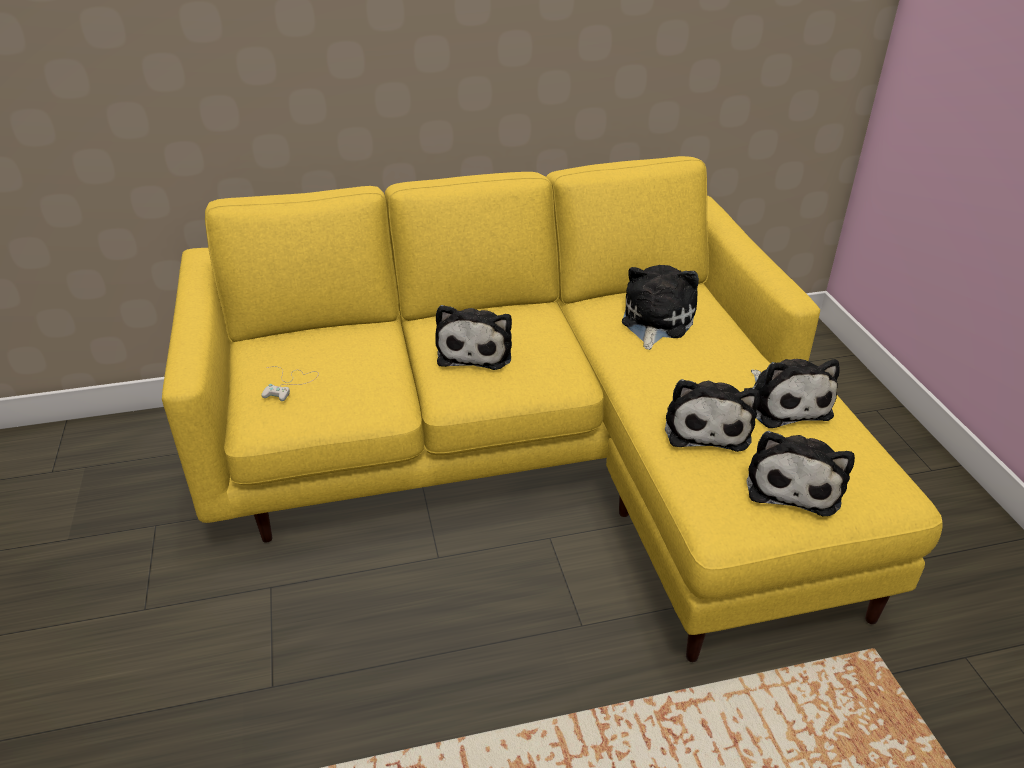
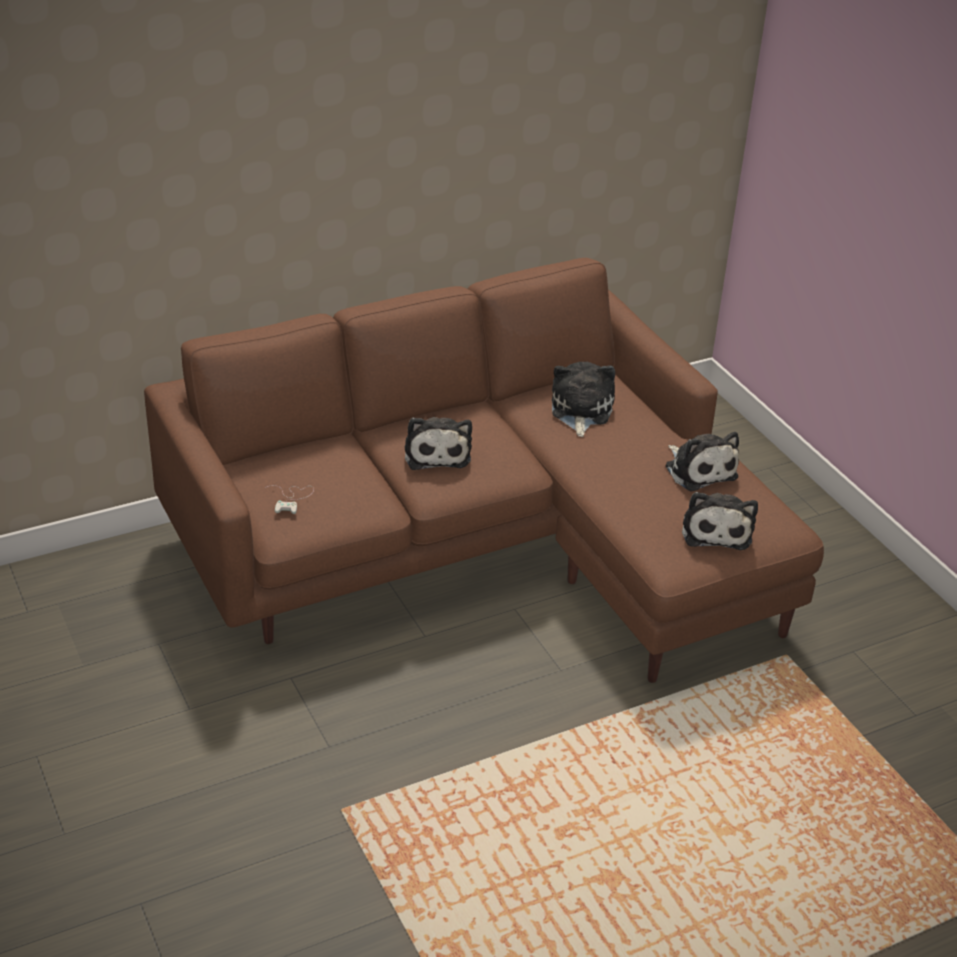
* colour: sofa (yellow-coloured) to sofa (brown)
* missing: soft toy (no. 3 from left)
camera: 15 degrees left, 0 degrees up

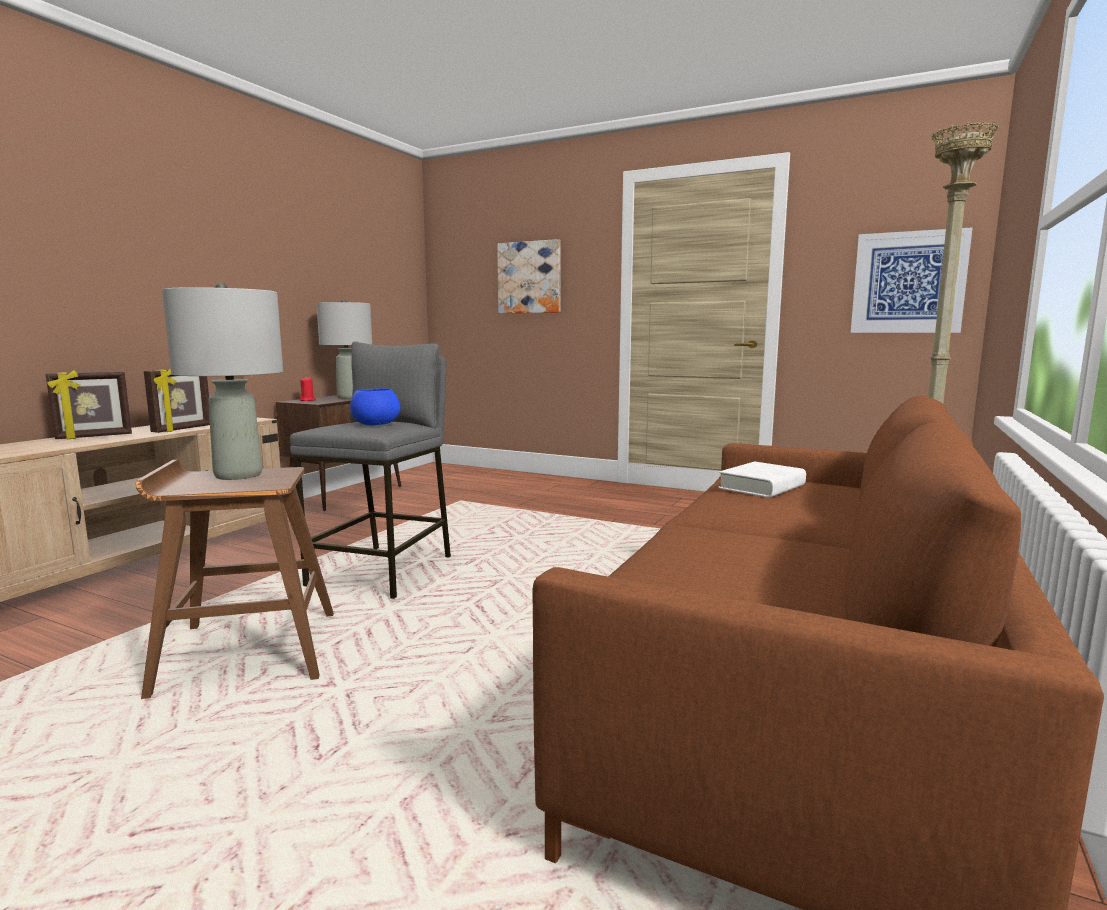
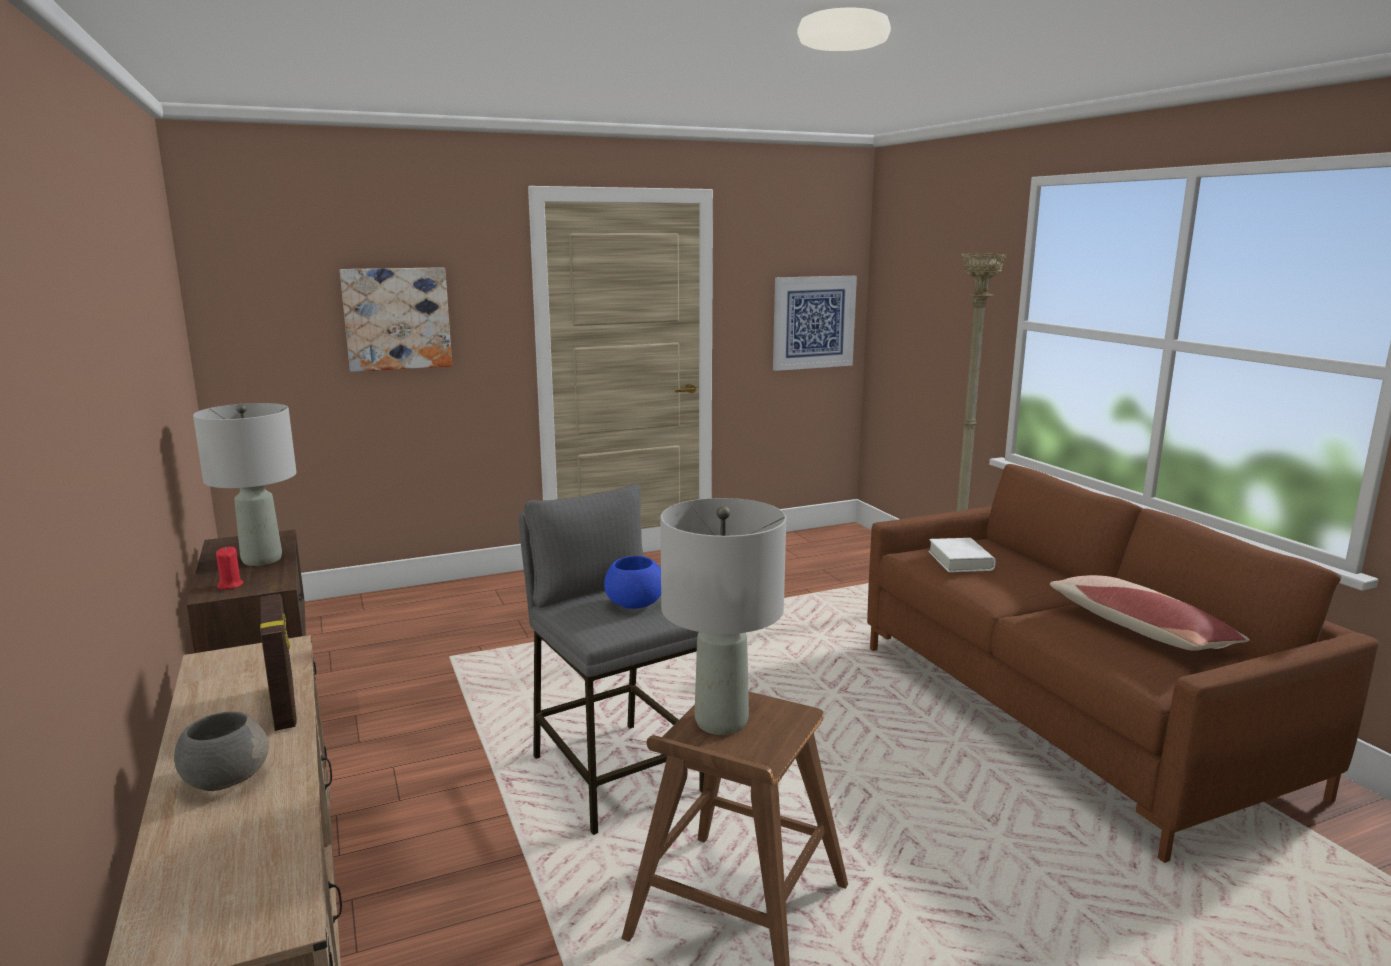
* exchanged: standing frame (no. 1 from left) to bowl (gray)
* appeared: cushion
camera: 50 degrees left, 5 degrees up

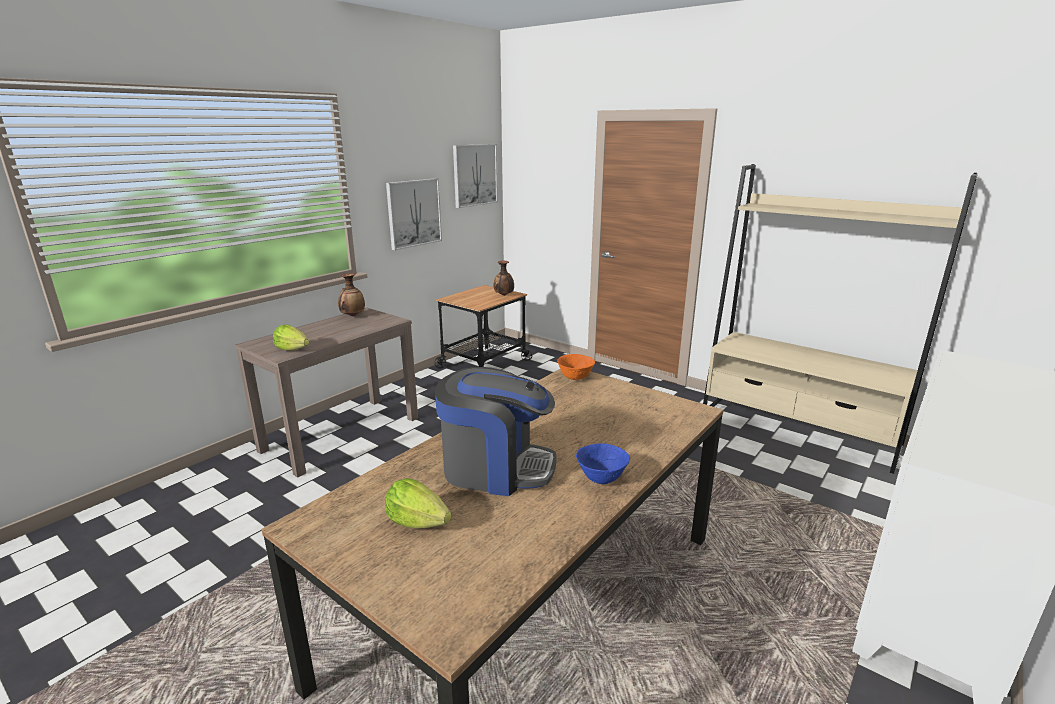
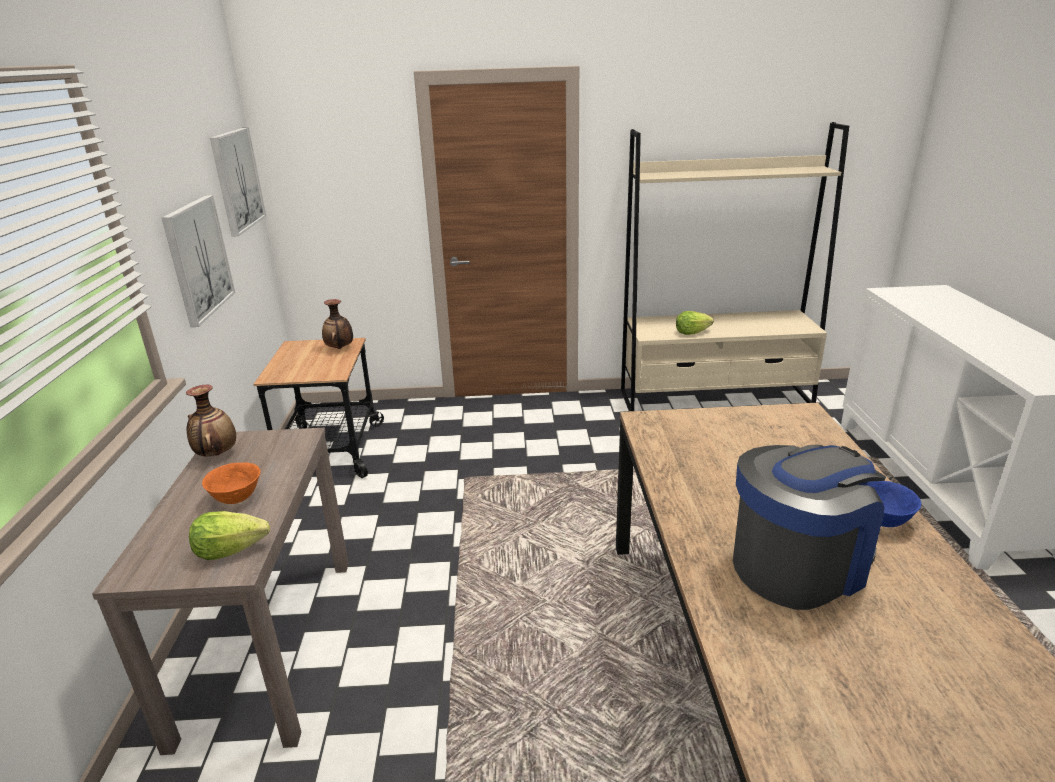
* relocated: bowl (orange-coloured)
* relocated: lettuce (no. 2 from left)
camera: 40 degrees left, 5 degrees up

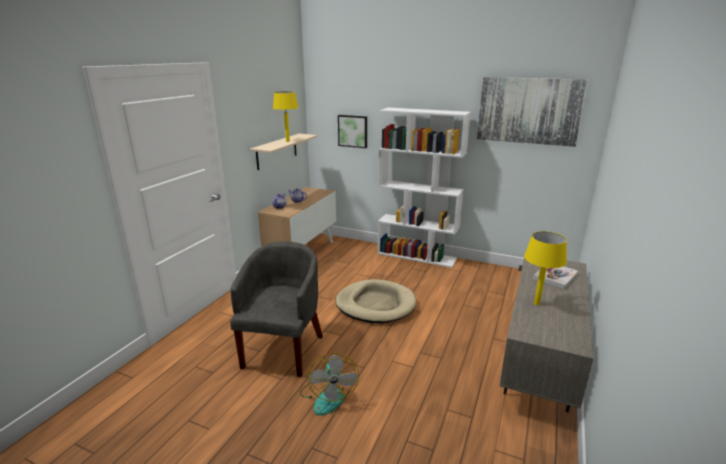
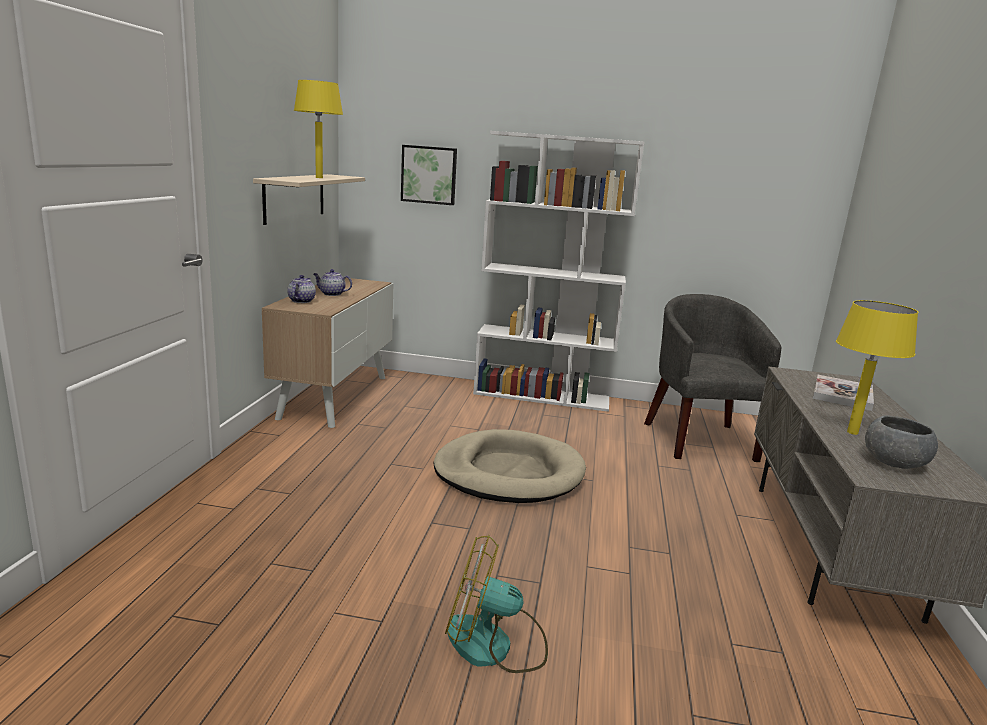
* missing: wall picture (no. 2 from left)
* relocated: lounge chair (gray)
* spun: fan 120 degrees clockwise
* appeared: bowl (gray)
camera: 15 degrees left, 5 degrees down

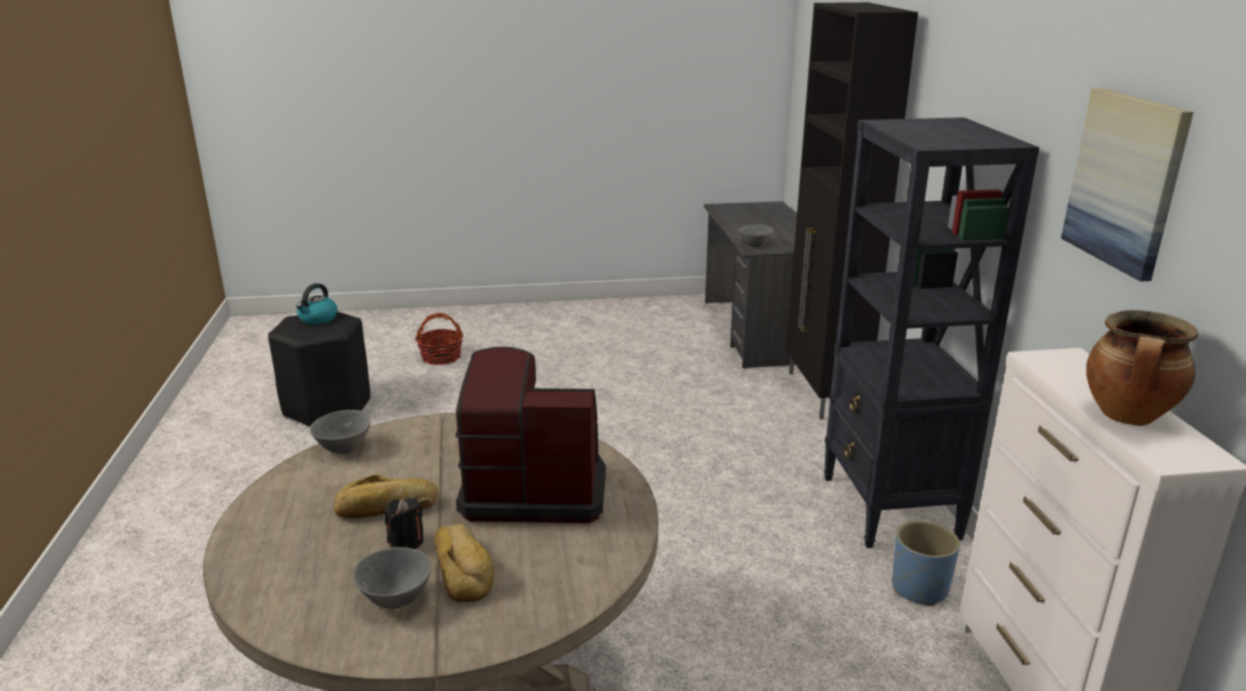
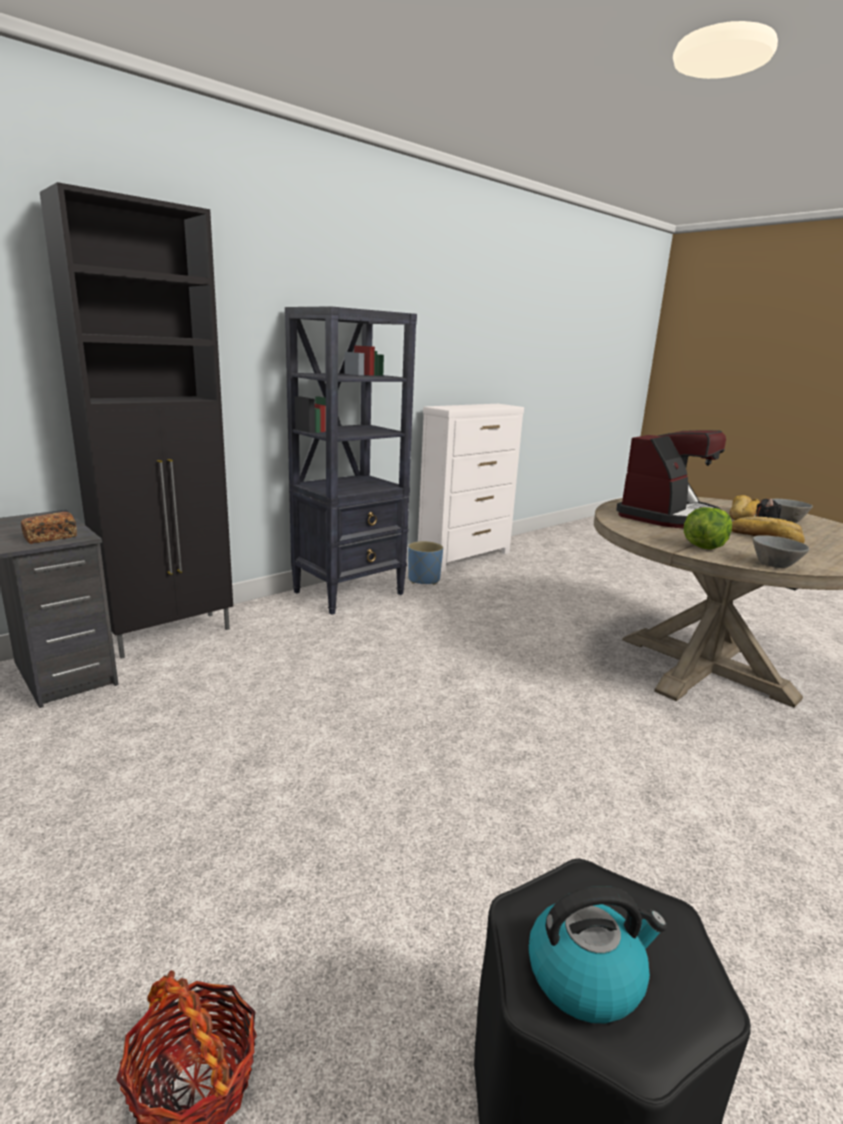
* missing: wall picture
* exchanged: bowl (gray) (no. 3 from left) to bakery bread (no. 1 from left)
* missing: cooking pot
* spun: coffee maker 105 degrees counterclockwise
* appeared: lettuce
camera: 125 degrees left, 5 degrees down

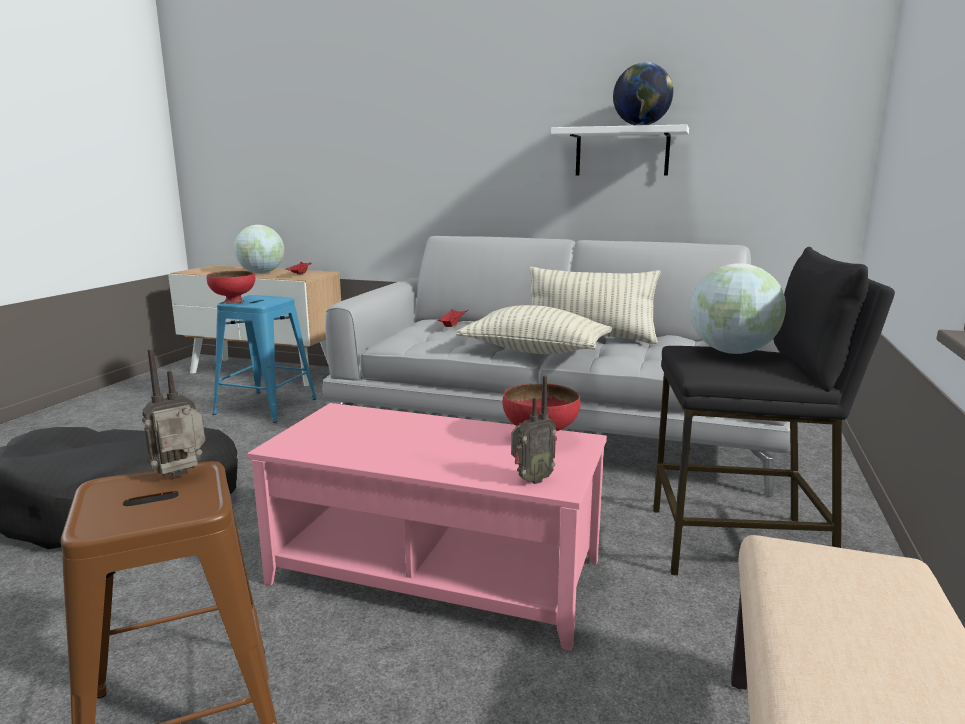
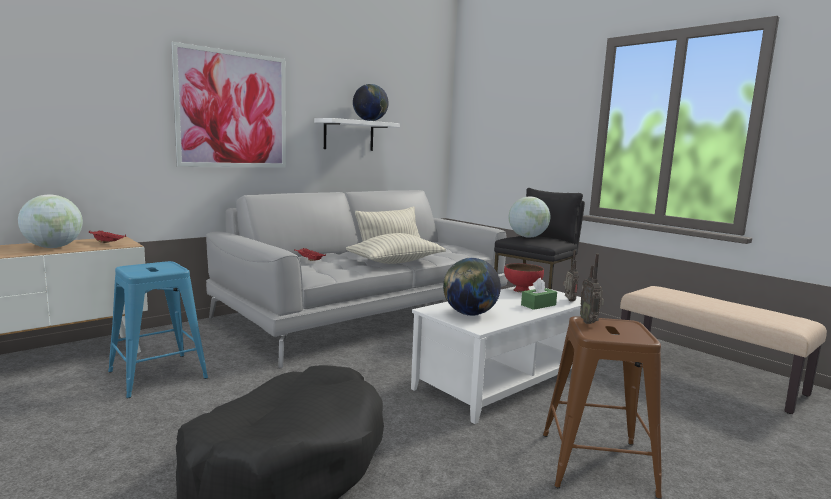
* missing: bowl (red) (no. 1 from left)
* colour: lounge table (pink) to lounge table (white-coloured)
* appeared: wall picture
* appeared: desk globe (no. 3 from left)
* appeared: tissue box (green-coloured)
camera: 60 degrees left, 5 degrees down

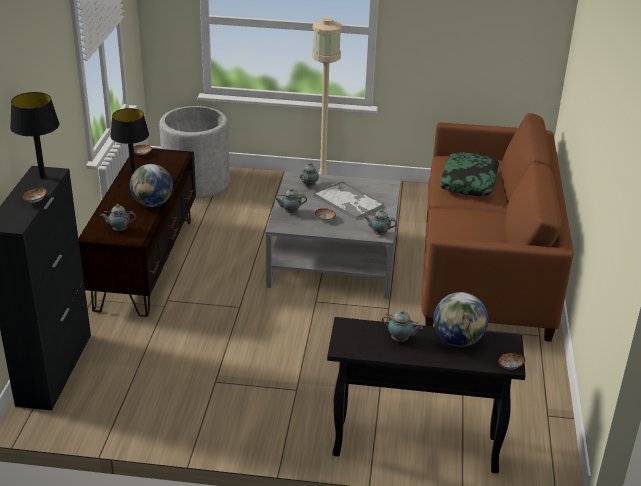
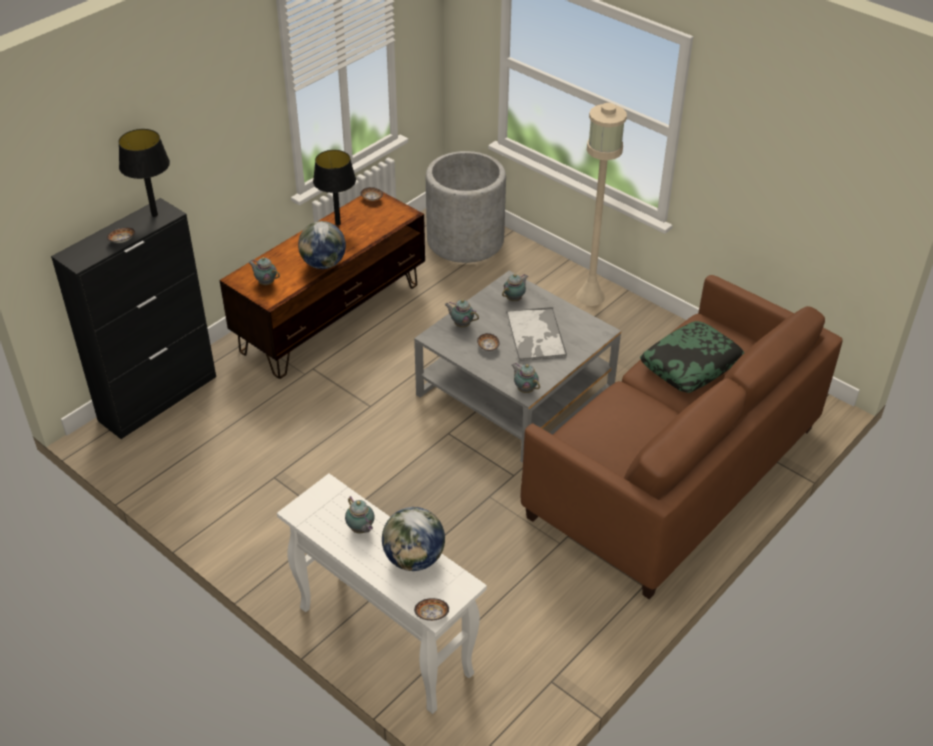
* colour: narrow table (blackish) to narrow table (white-coloured)
camera: 35 degrees right, 10 degrees up

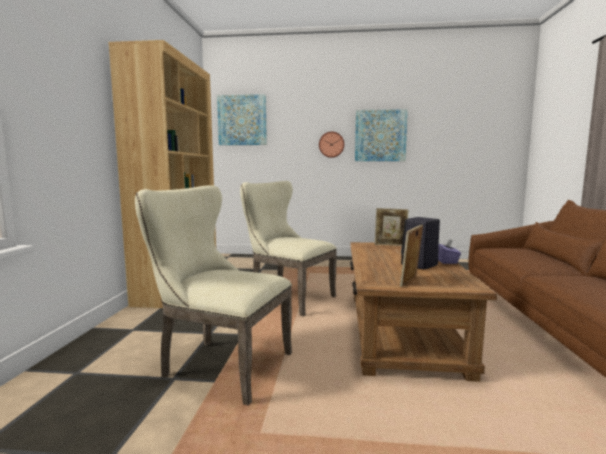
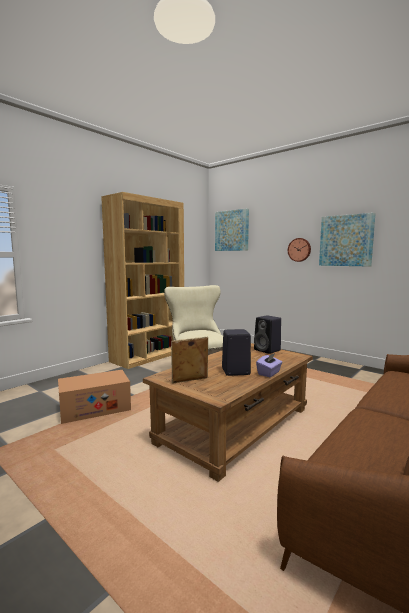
* exchanged: upright chair (beige) (no. 1 from left) to cardboard box
* exchanged: standing frame (no. 1 from left) to audio speaker (blackish) (no. 2 from left)
camera: 35 degrees right, 0 degrees up

